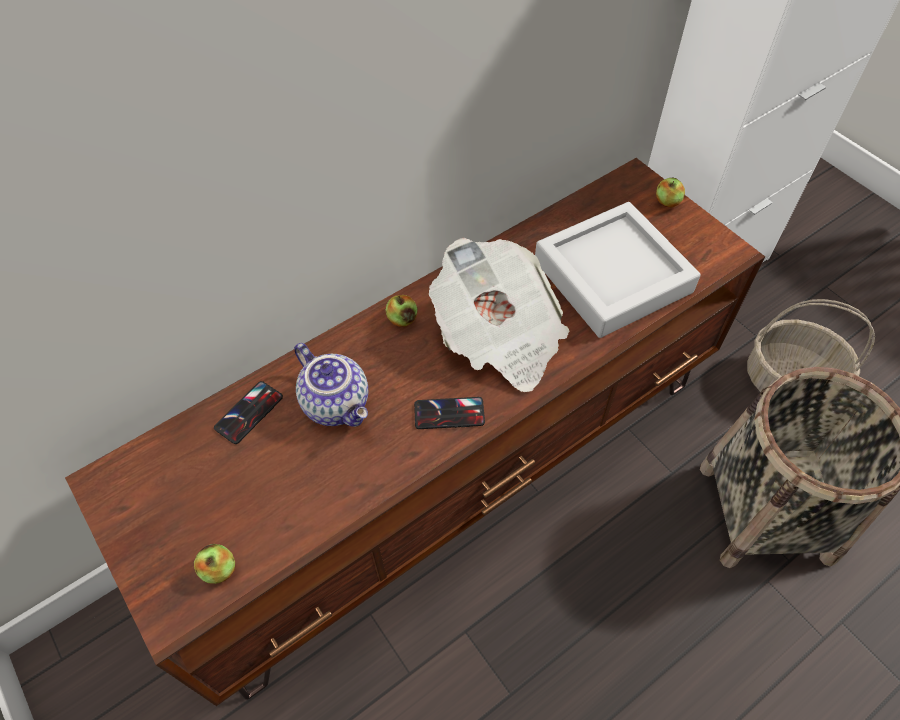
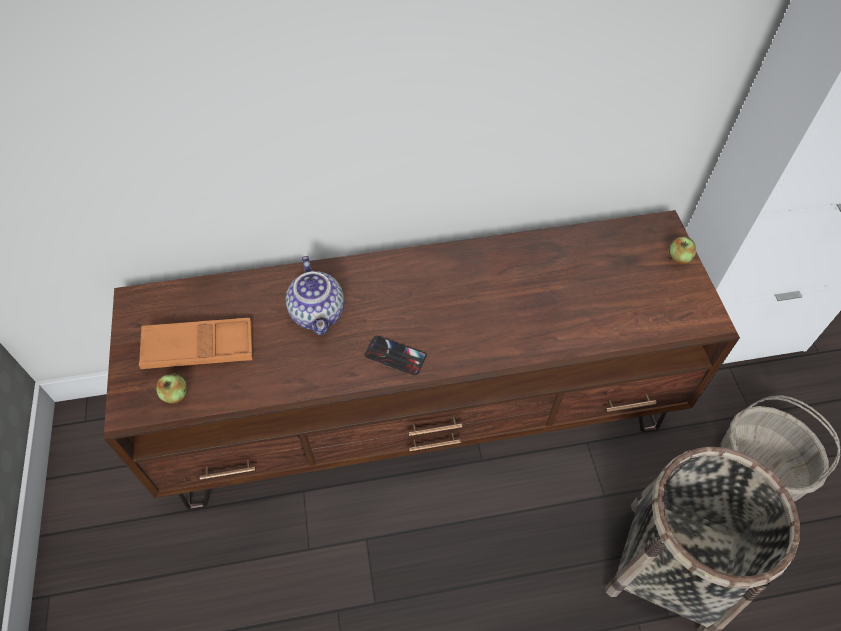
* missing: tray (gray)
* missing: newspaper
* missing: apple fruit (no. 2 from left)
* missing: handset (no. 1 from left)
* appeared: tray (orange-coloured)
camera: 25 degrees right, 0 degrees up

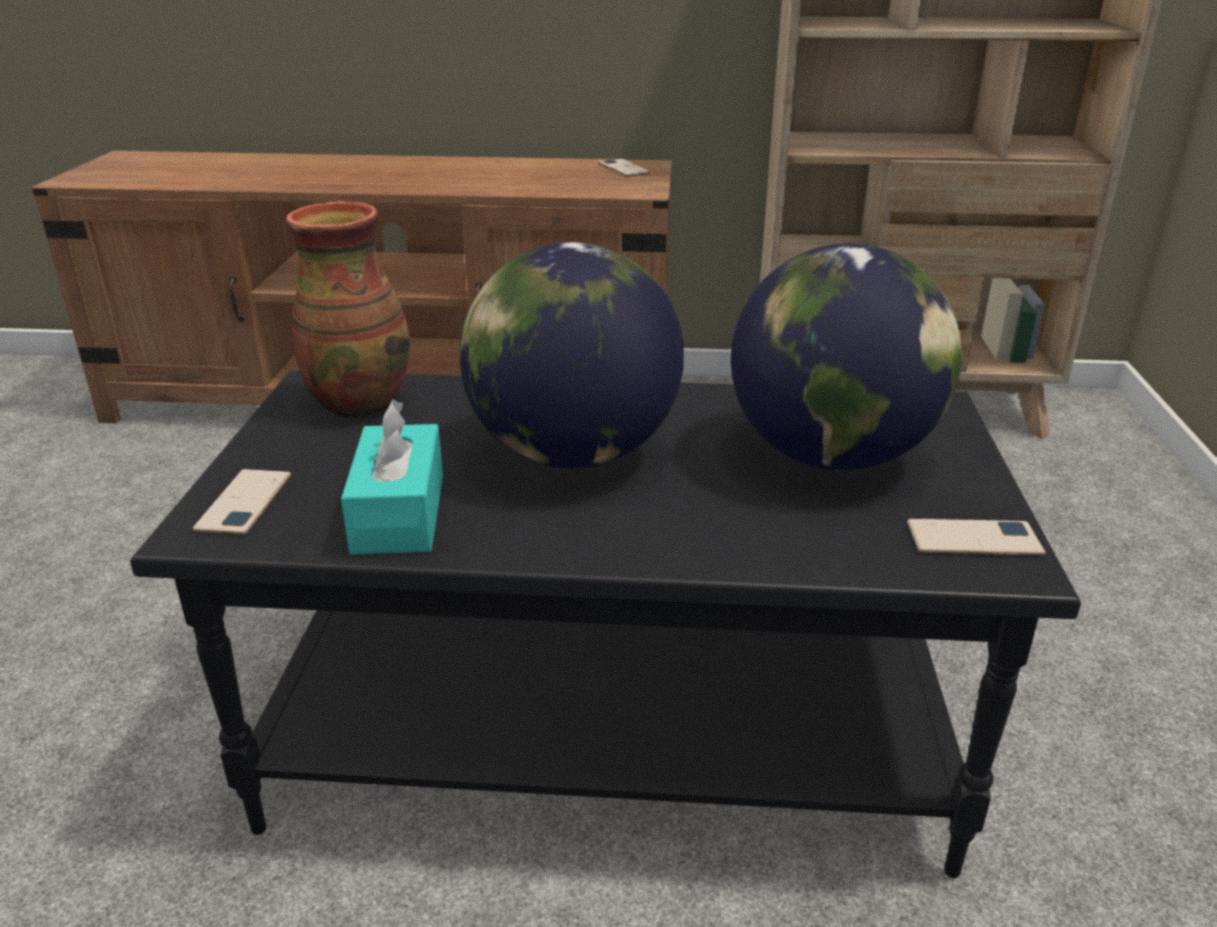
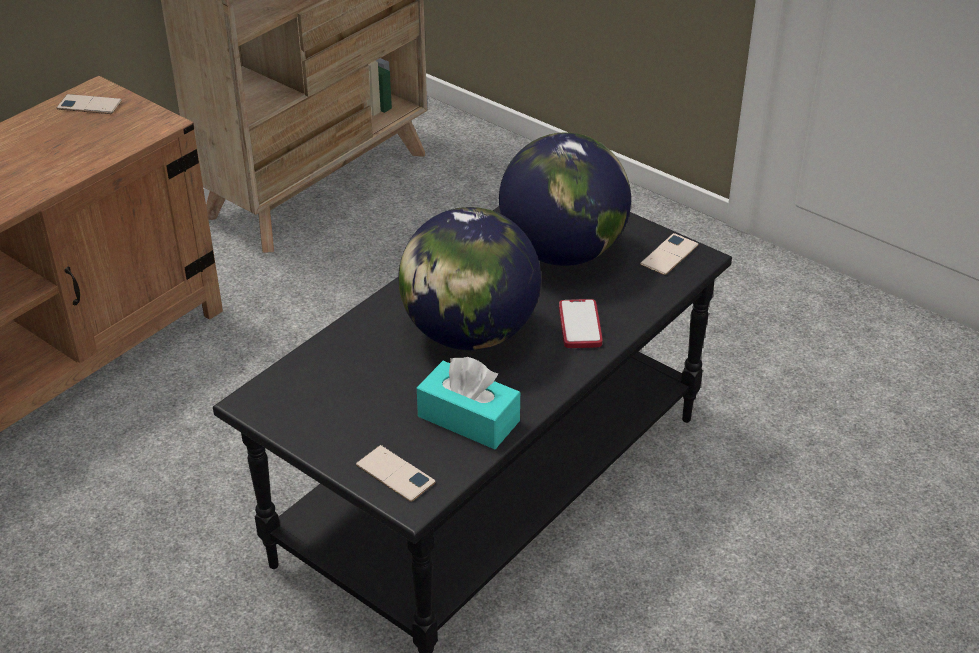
* missing: decorative vase
* appeared: handset (no. 3 from left)
camera: 55 degrees left, 10 degrees up

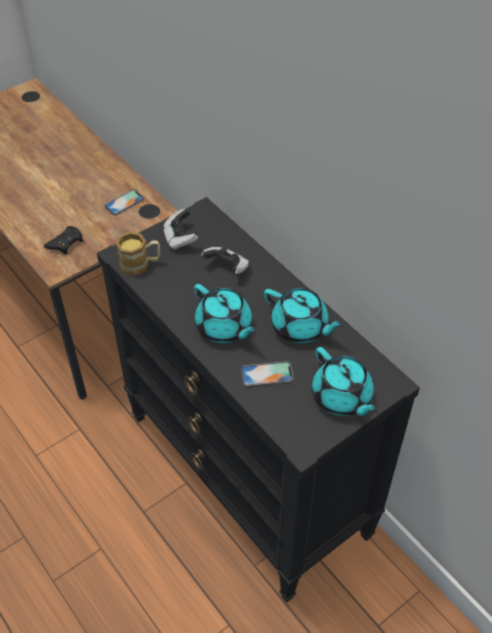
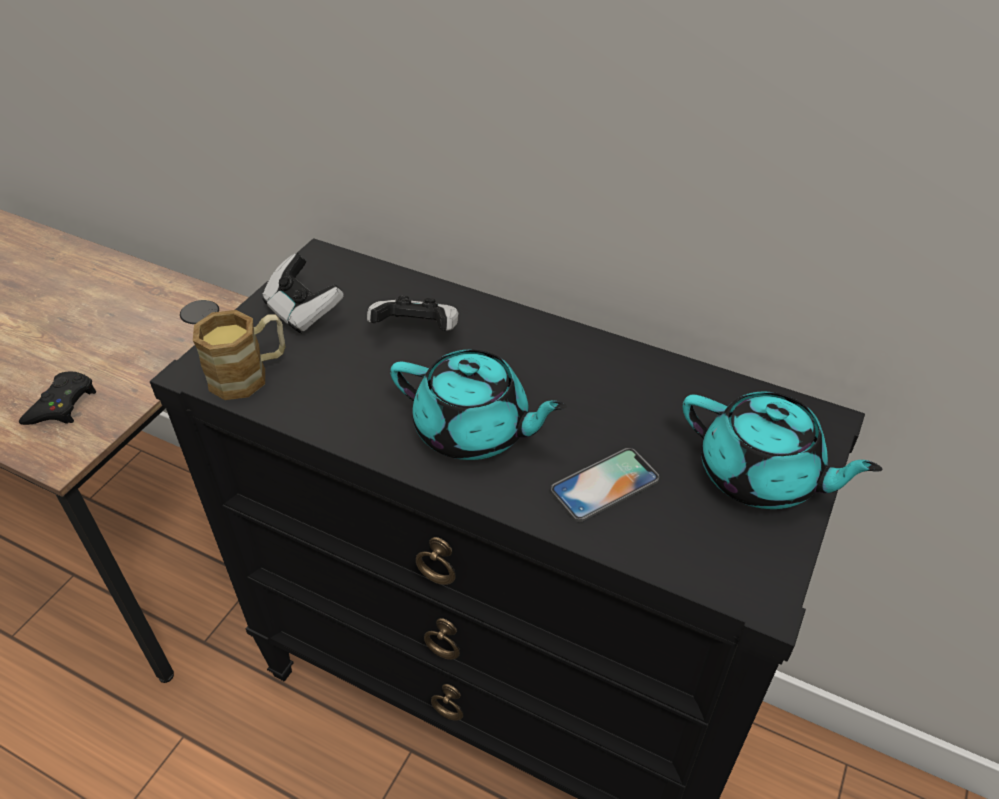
* missing: handset (no. 1 from left)
* missing: tea pot (turquoise-coloured) (no. 2 from left)
camera: 25 degrees left, 5 degrees down

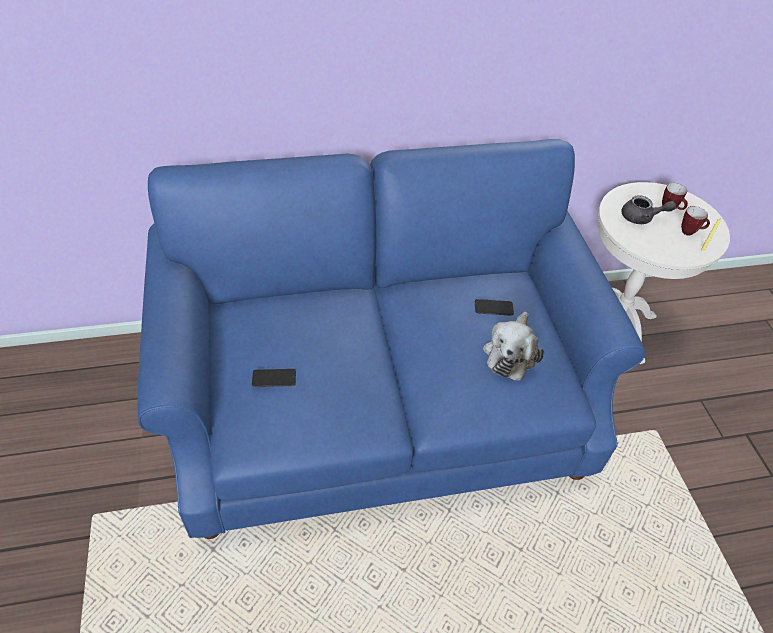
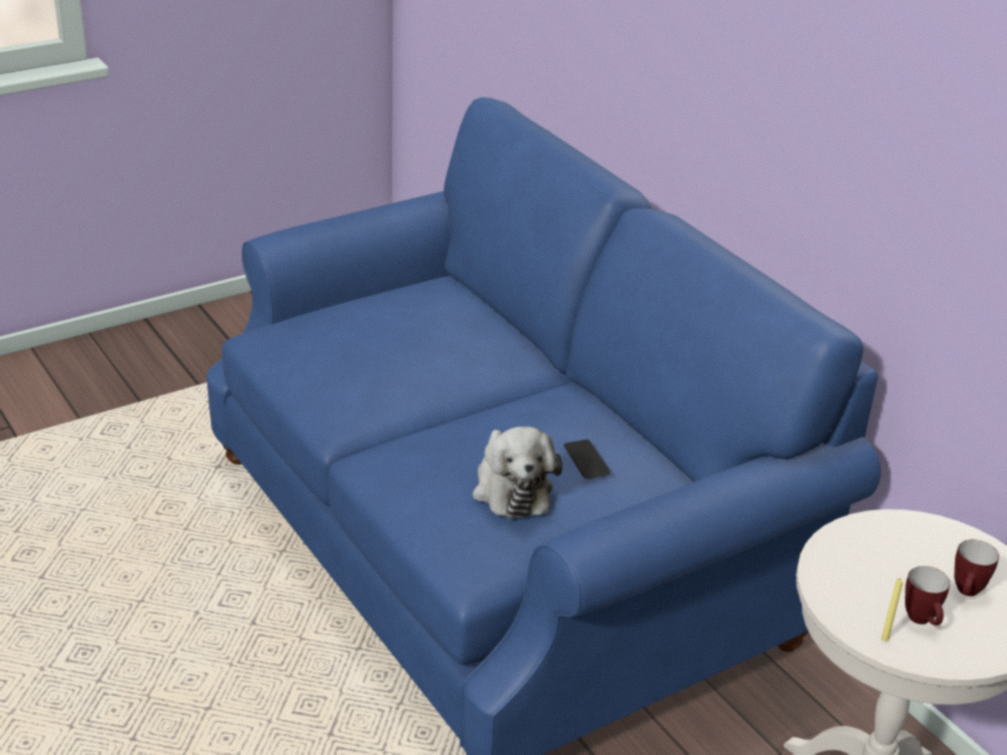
* missing: tea pot (gray)
* spun: soft toy 105 degrees counterclockwise
* missing: handset (no. 1 from left)
camera: 70 degrees right, 15 degrees down

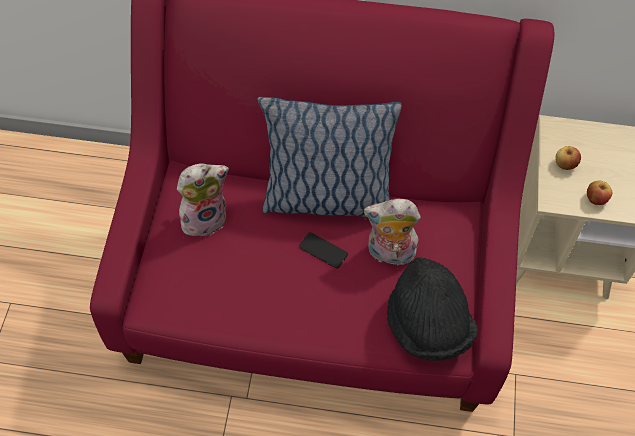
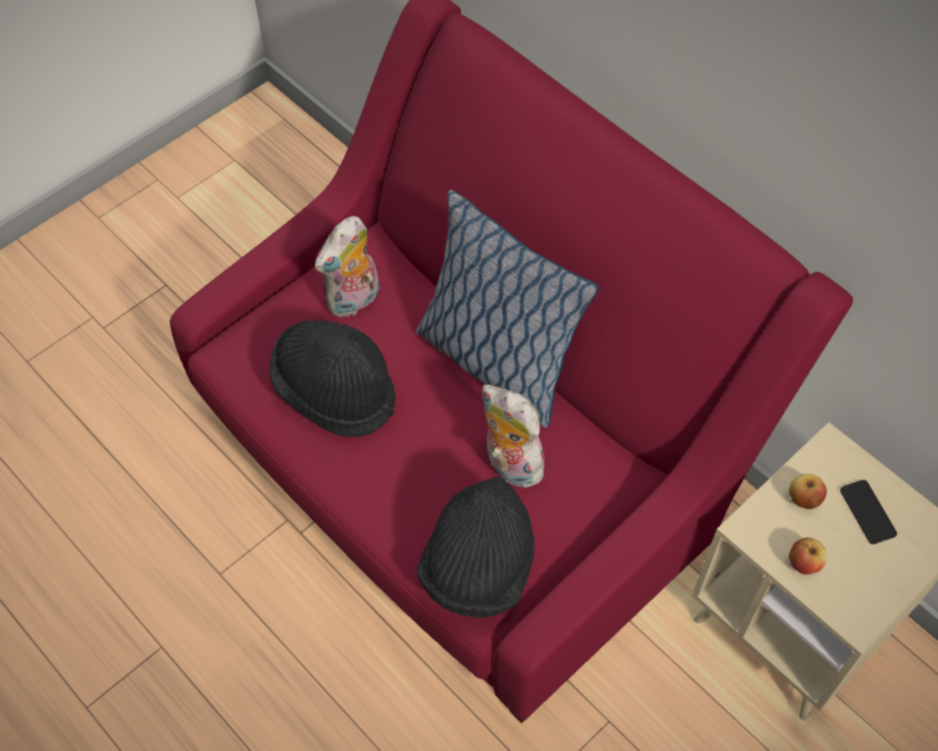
* spun: soft toy (no. 1 from left) 120 degrees clockwise
* relocated: handset
* appeared: clothing hat (blackish) (no. 1 from left)
camera: 40 degrees right, 0 degrees up

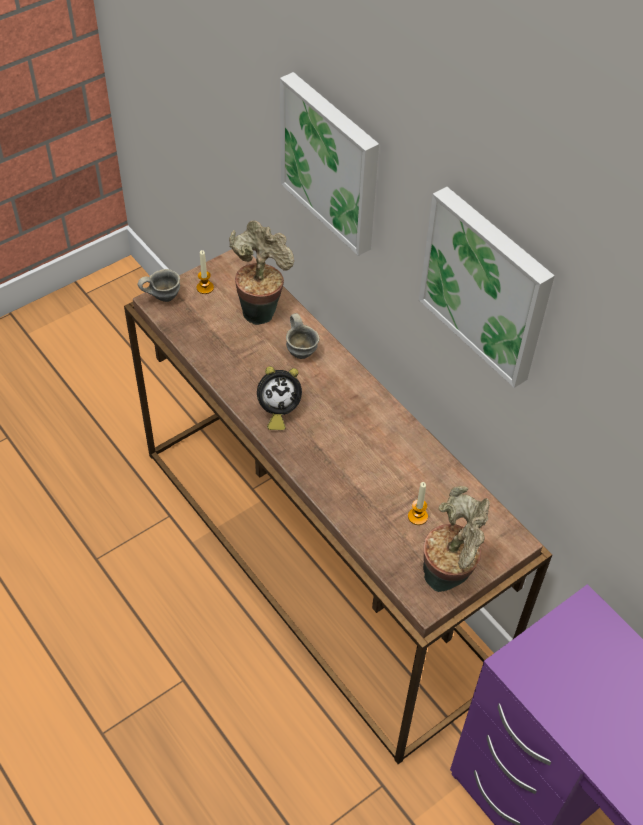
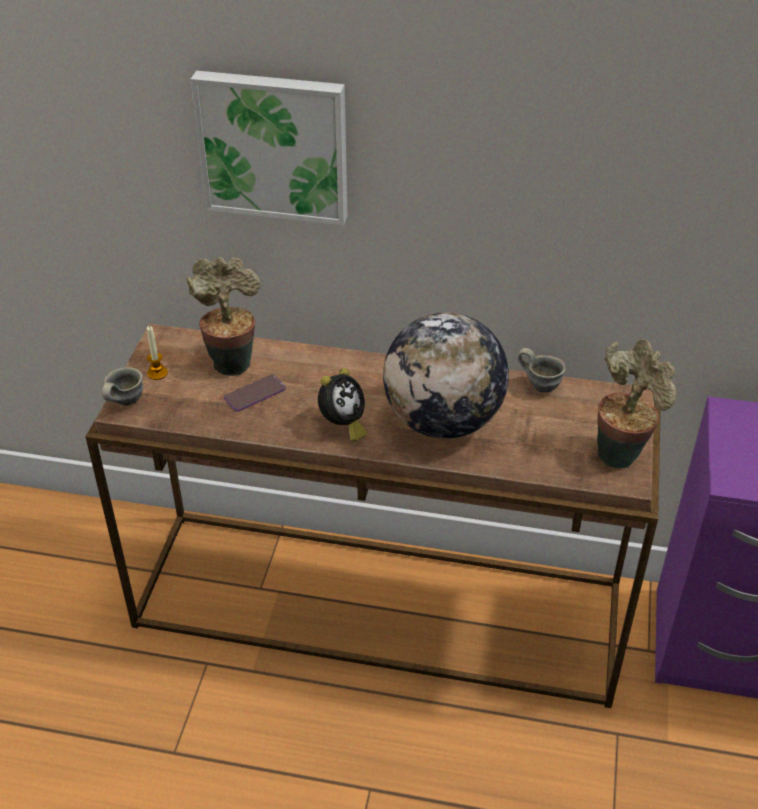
* missing: wall picture (no. 2 from left)
* relocated: coffee mug (gray) (no. 2 from left)
* missing: wax light (no. 2 from left)
* appeared: desk globe
* appeared: handset
camera: 40 degrees left, 10 degrees down

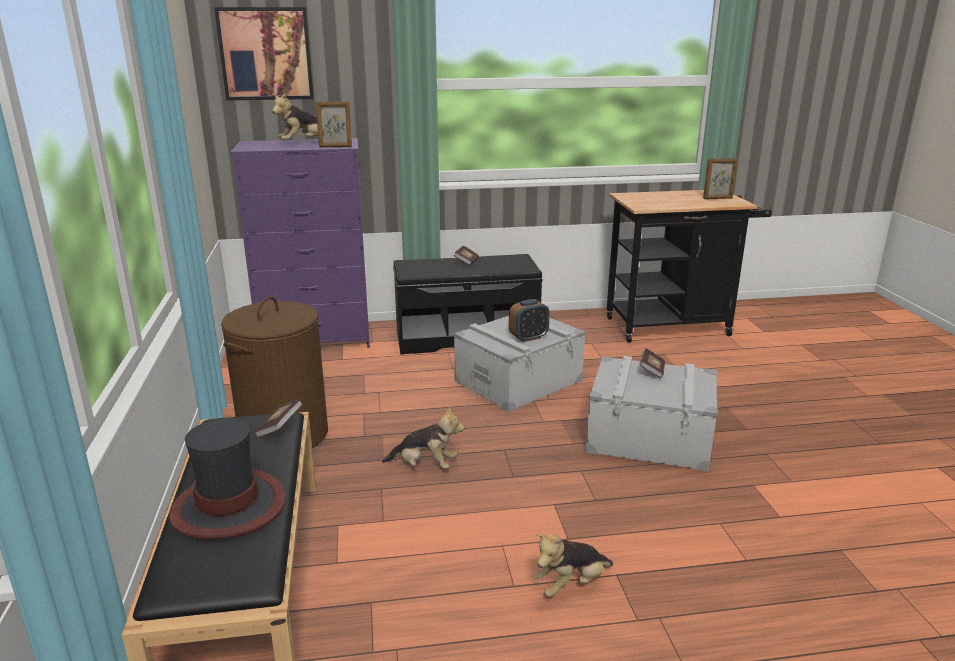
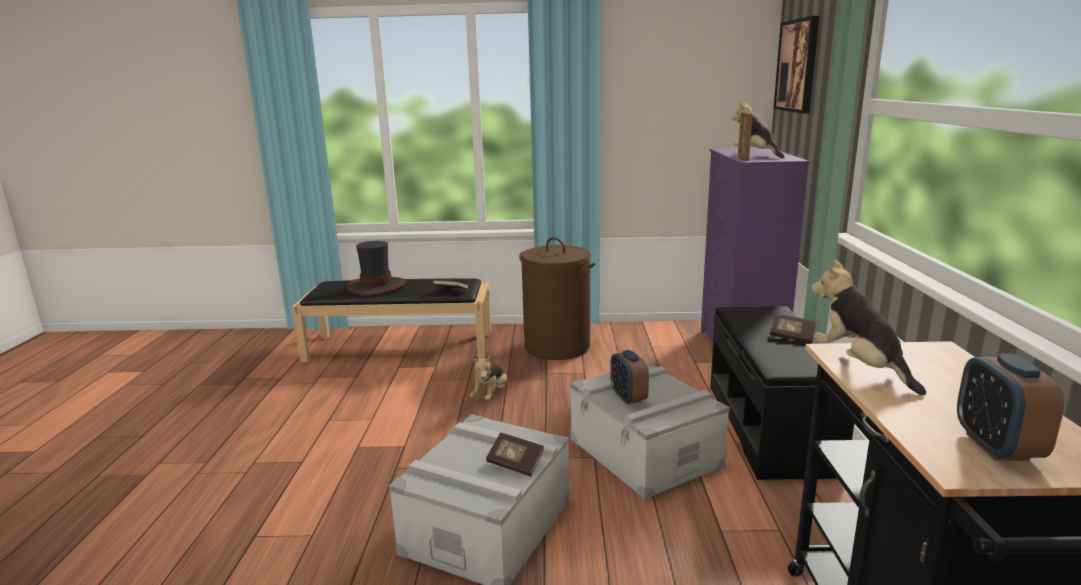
* exchanged: standing frame (no. 2 from left) to table clock (no. 2 from left)
* relocated: soft toy (no. 3 from left)
camera: 100 degrees right, 5 degrees down

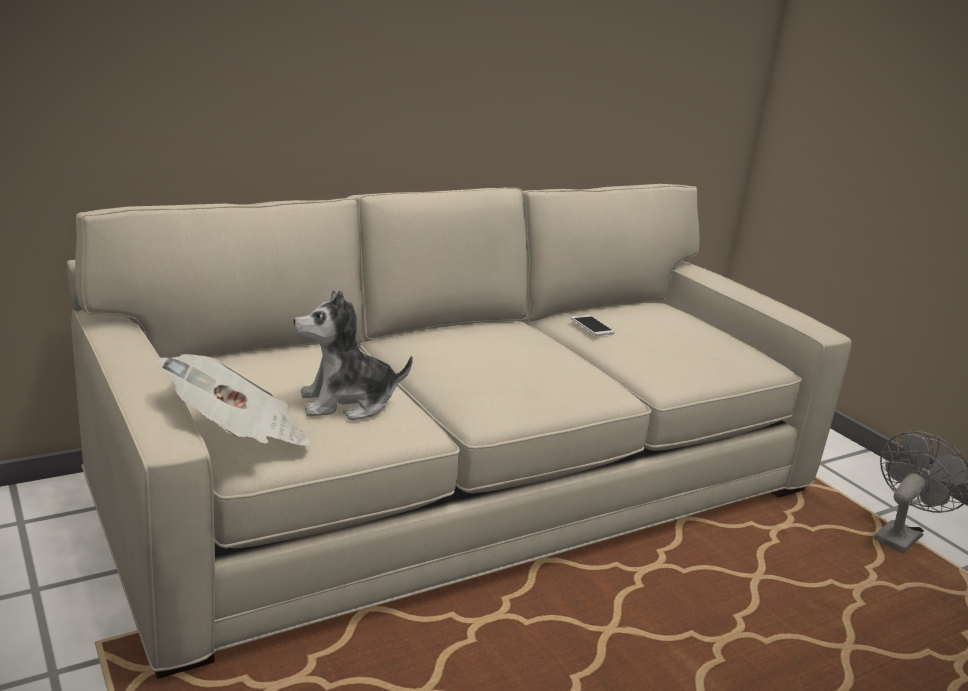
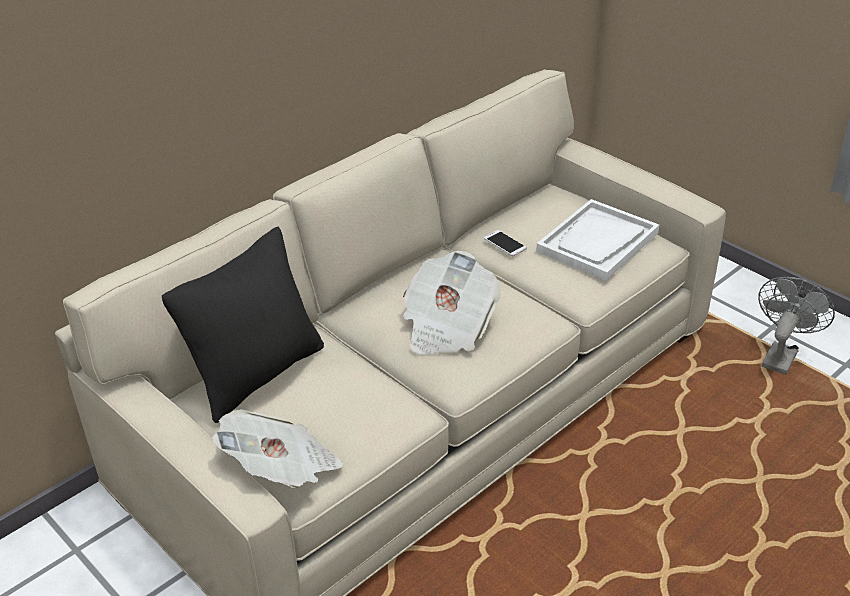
* missing: soft toy
* appeared: tray (white-coloured)
* appeared: cushion (blackish)
* appeared: newspaper (no. 2 from left)
camera: 10 degrees left, 15 degrees up

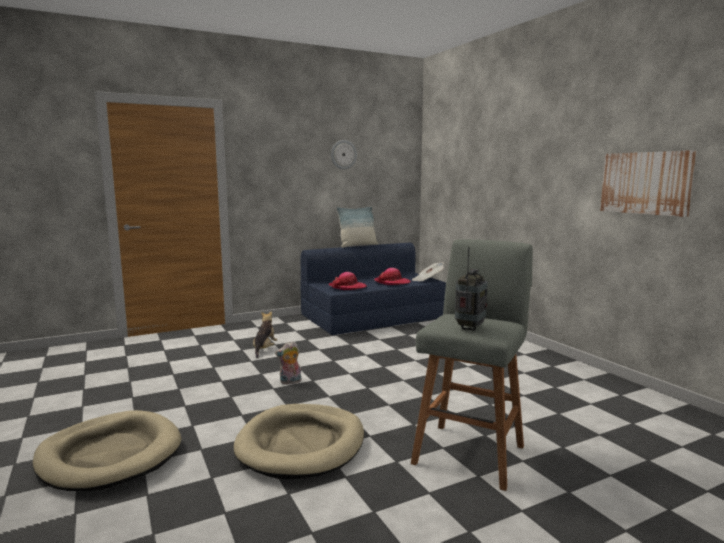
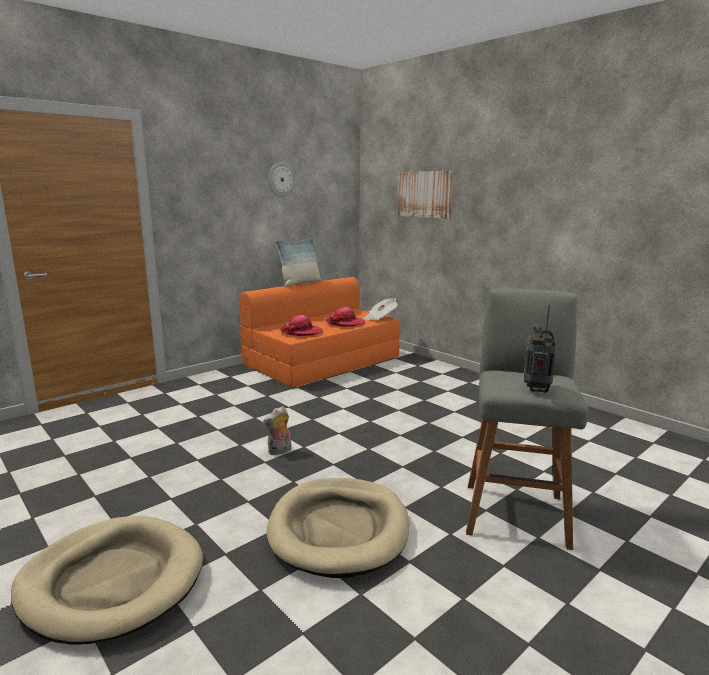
* relocated: wall picture
* colour: sofa (bluish) to sofa (orange-coloured)
* missing: soft toy (no. 1 from left)
camera: 15 degrees left, 5 degrees up

